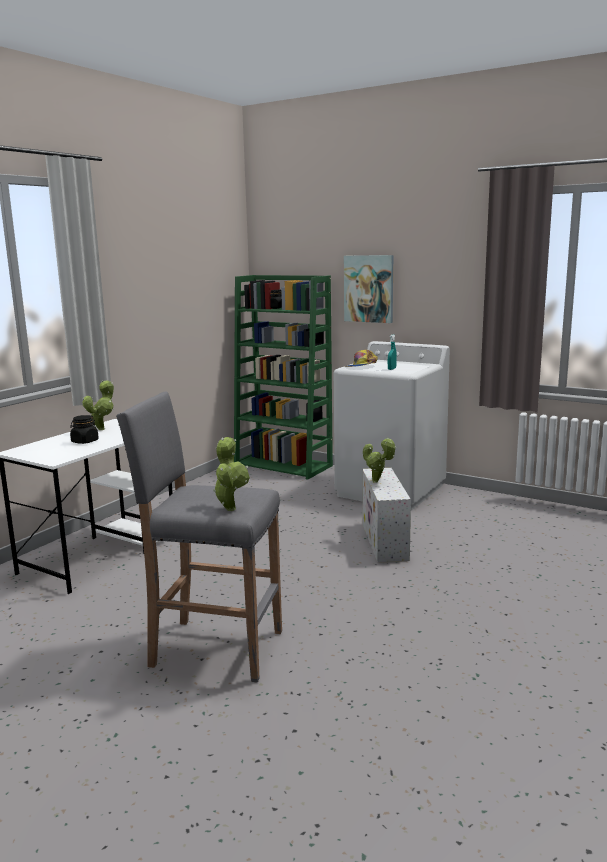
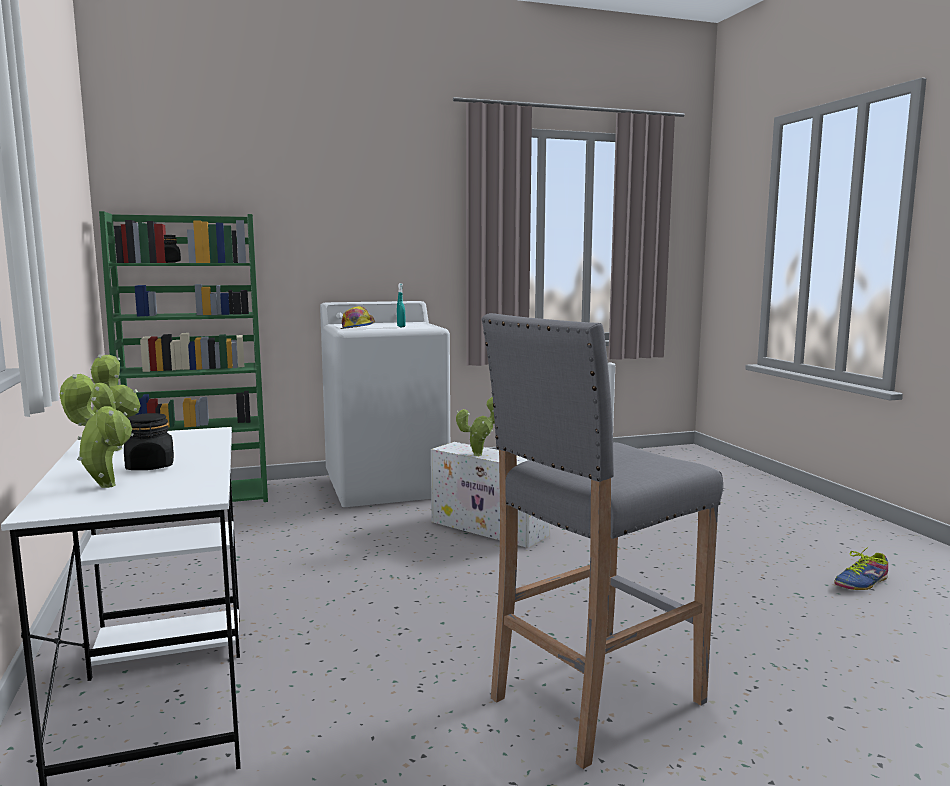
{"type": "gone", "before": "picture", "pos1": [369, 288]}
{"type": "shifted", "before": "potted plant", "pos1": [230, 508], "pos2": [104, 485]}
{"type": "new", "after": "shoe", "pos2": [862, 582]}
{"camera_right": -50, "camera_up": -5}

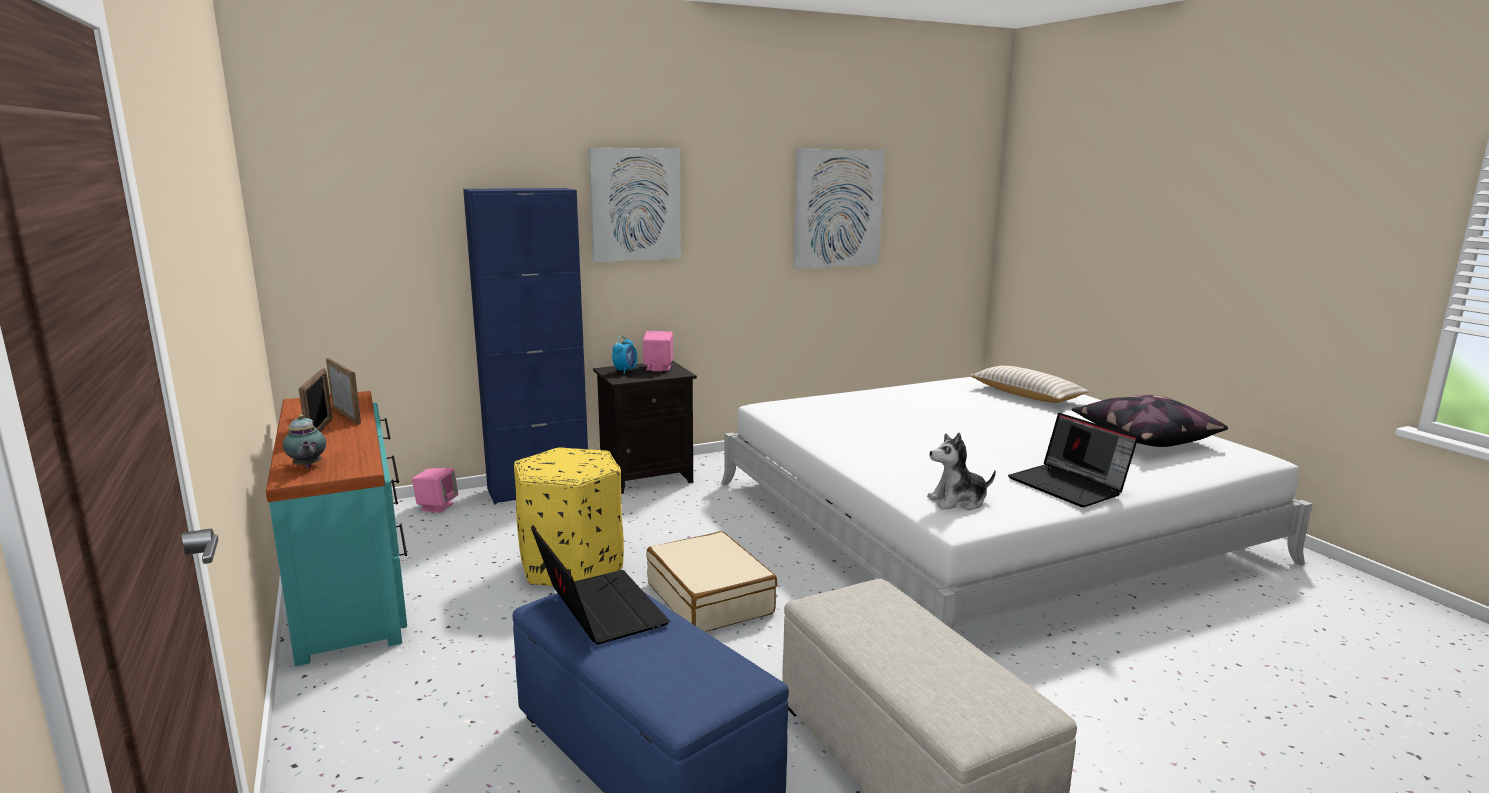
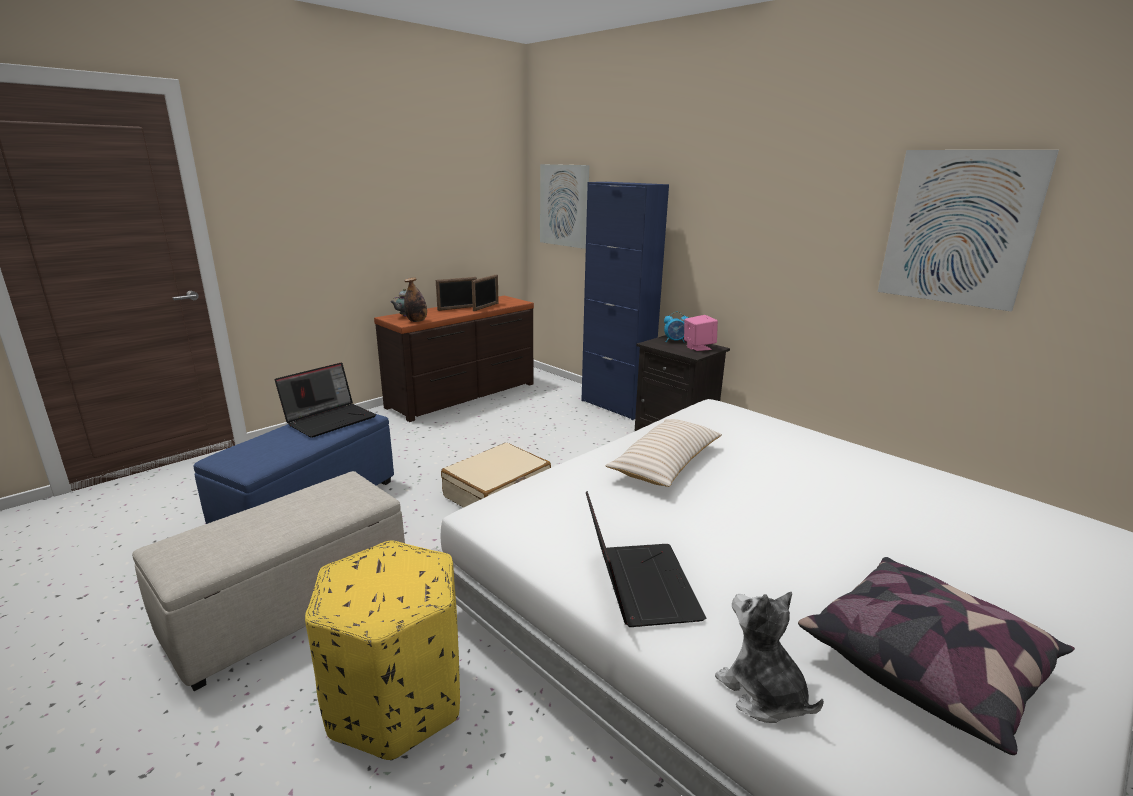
{"type": "shifted", "before": "picture", "pos1": [635, 204], "pos2": [565, 205]}
{"type": "shifted", "before": "cushion/beige", "pos1": [1026, 395], "pos2": [666, 464]}
{"type": "repainted", "before": "dresser/blue-green", "after": "dresser/brown", "pos1": [351, 582], "pos2": [464, 395]}
{"type": "rotated", "before": "laptop", "pos1": [1069, 486], "pos2": [637, 584], "turn": 135}
{"type": "shifted", "before": "plush toy", "pos1": [958, 501], "pos2": [762, 693]}
{"type": "shifted", "before": "footrest/yellow", "pos1": [572, 565], "pos2": [397, 699]}
{"type": "gone", "before": "speaker/pink", "pos1": [437, 506]}
{"type": "new", "after": "beverage bottle", "pos2": [417, 321]}
{"camera_right": 70, "camera_up": 5}

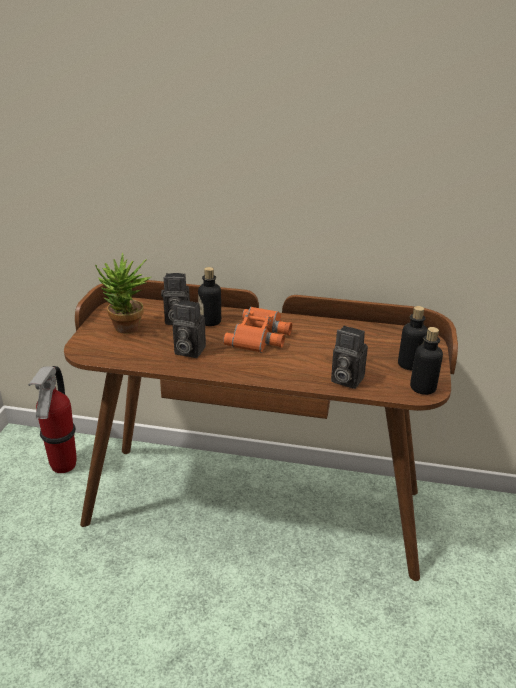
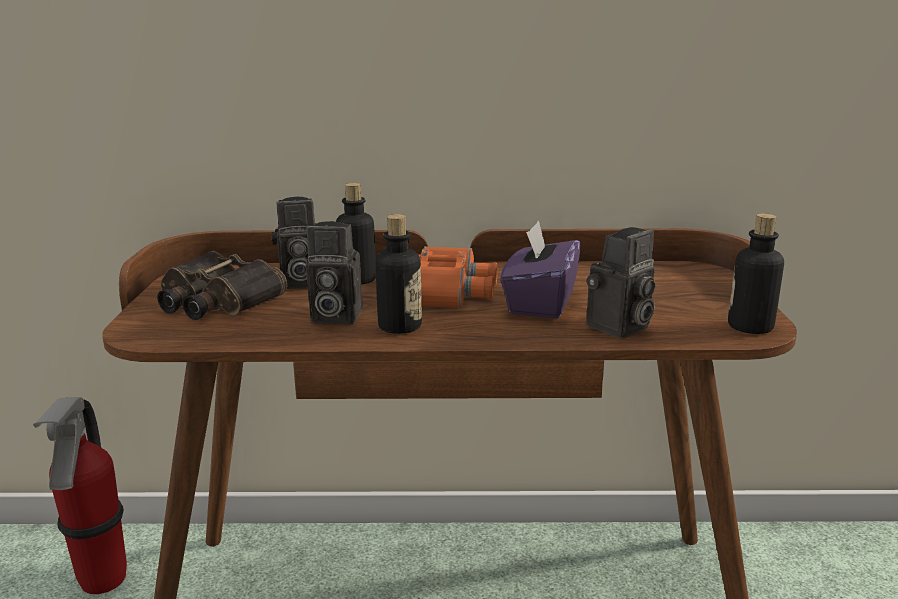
{"type": "swapped", "before": "potted plant", "after": "field glasses", "pos1": [126, 330], "pos2": [216, 301]}
{"type": "shifted", "before": "beverage bottle", "pos1": [410, 364], "pos2": [400, 326]}
{"type": "rotated", "before": "photo camera", "pos1": [345, 379], "pos2": [619, 328], "turn": -60}
{"type": "new", "after": "box of tissues/purple-coloured", "pos2": [540, 303]}
{"camera_right": -10, "camera_up": -10}

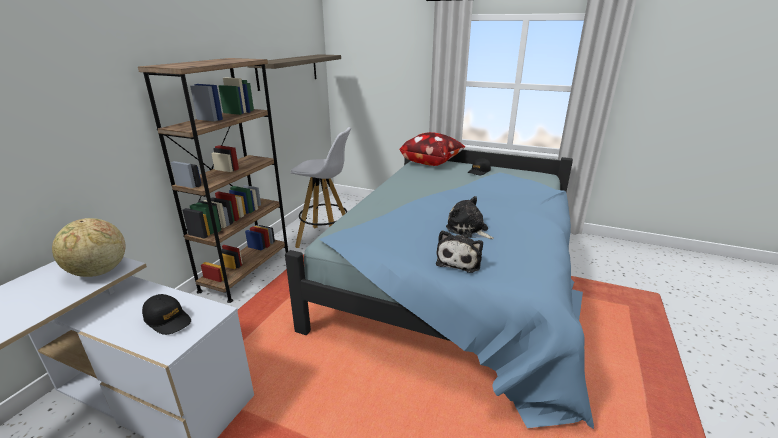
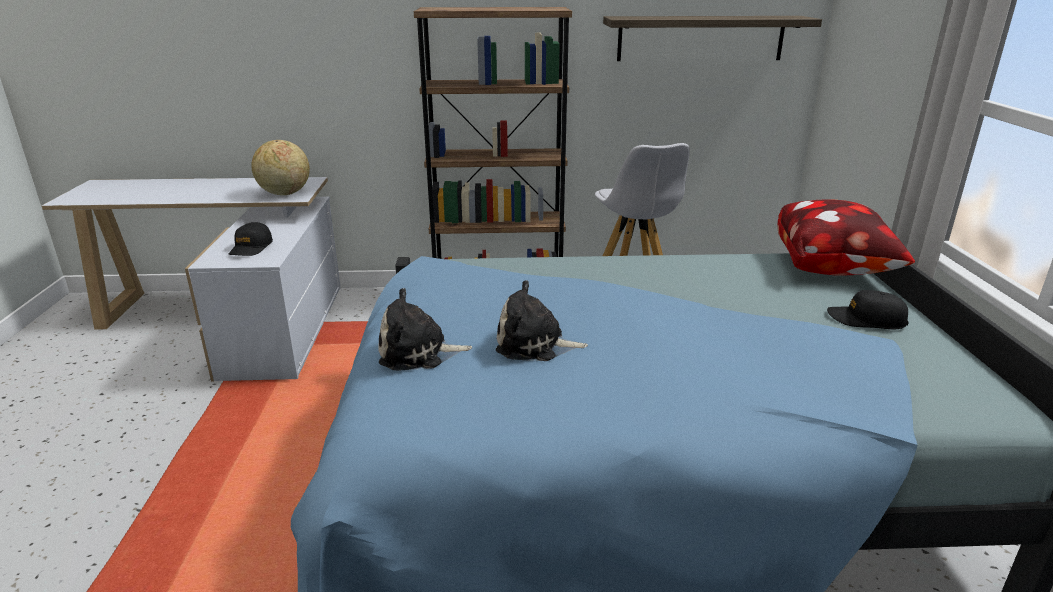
{"type": "rotated", "before": "plush toy", "pos1": [468, 230], "pos2": [535, 345], "turn": -105}
{"camera_right": 65, "camera_up": 0}

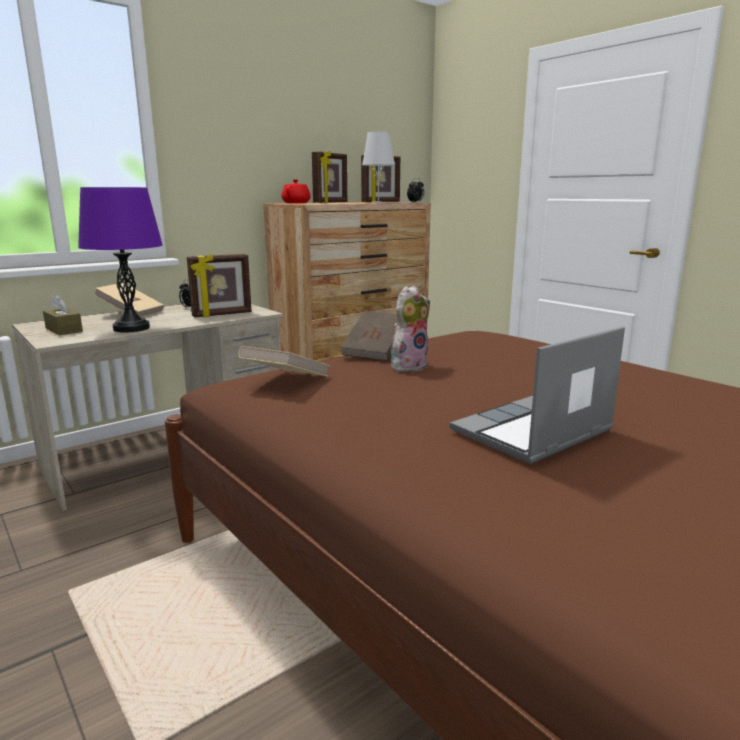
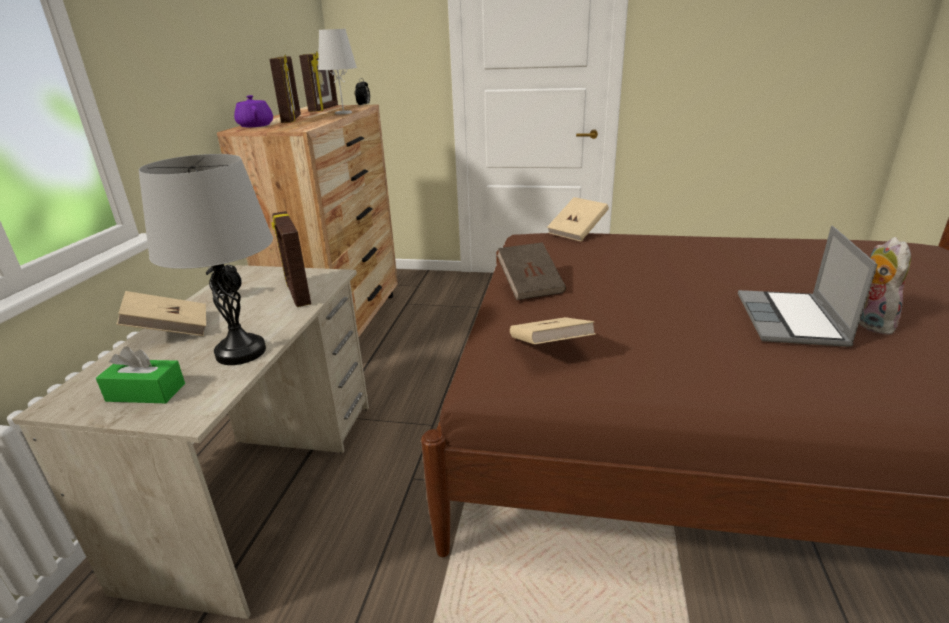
{"type": "repainted", "before": "tea pot/red", "after": "tea pot/purple-coloured", "pos1": [296, 203], "pos2": [256, 125]}
{"type": "repainted", "before": "tabletop lamp/purple-coloured", "after": "tabletop lamp/gray", "pos1": [131, 328], "pos2": [241, 352]}
{"type": "rotated", "before": "standing frame", "pos1": [222, 315], "pos2": [297, 293], "turn": 135}
{"type": "shifted", "before": "plush toy", "pos1": [408, 366], "pos2": [868, 323]}
{"type": "repainted", "before": "box of tissues/brown", "after": "box of tissues/greenish", "pos1": [64, 330], "pos2": [146, 392]}
{"type": "new", "after": "book/beige", "pos2": [577, 232]}
{"camera_right": -40, "camera_up": 10}

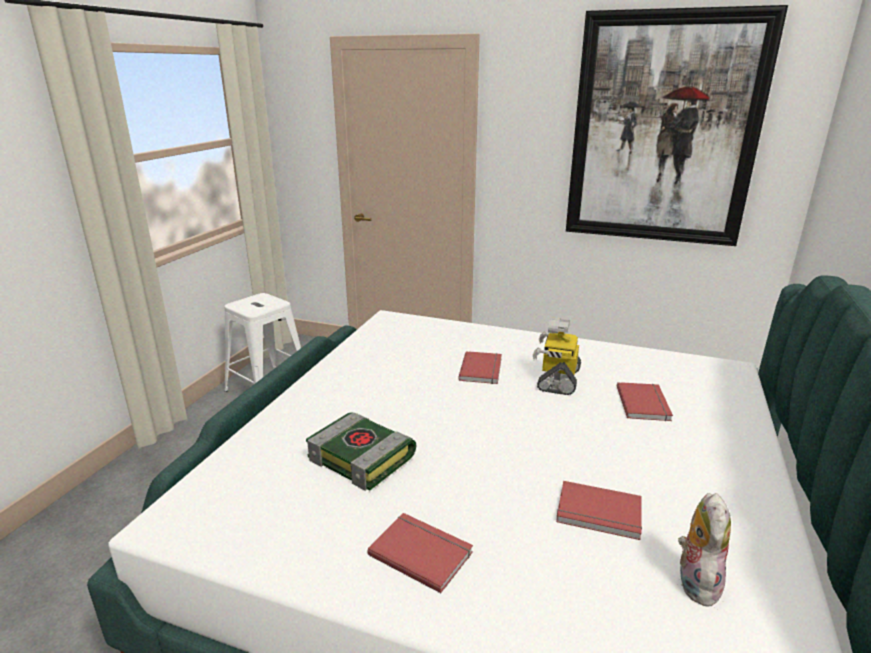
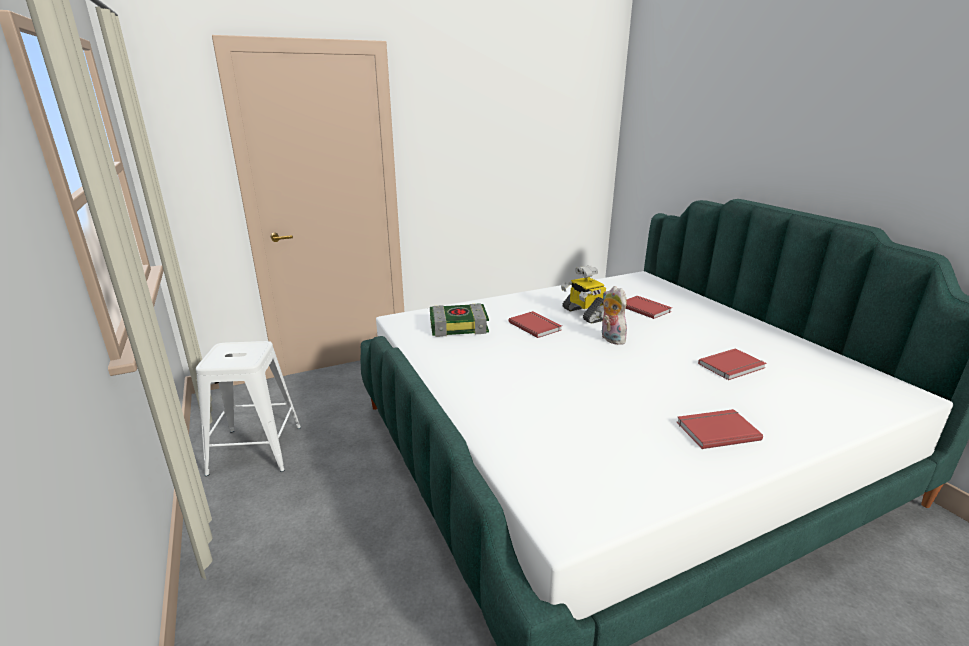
{"type": "gone", "before": "picture", "pos1": [663, 131]}
{"type": "shifted", "before": "book", "pos1": [363, 458], "pos2": [459, 326]}
{"type": "shifted", "before": "plush toy", "pos1": [695, 581], "pos2": [610, 339]}
{"camera_right": -45, "camera_up": 0}

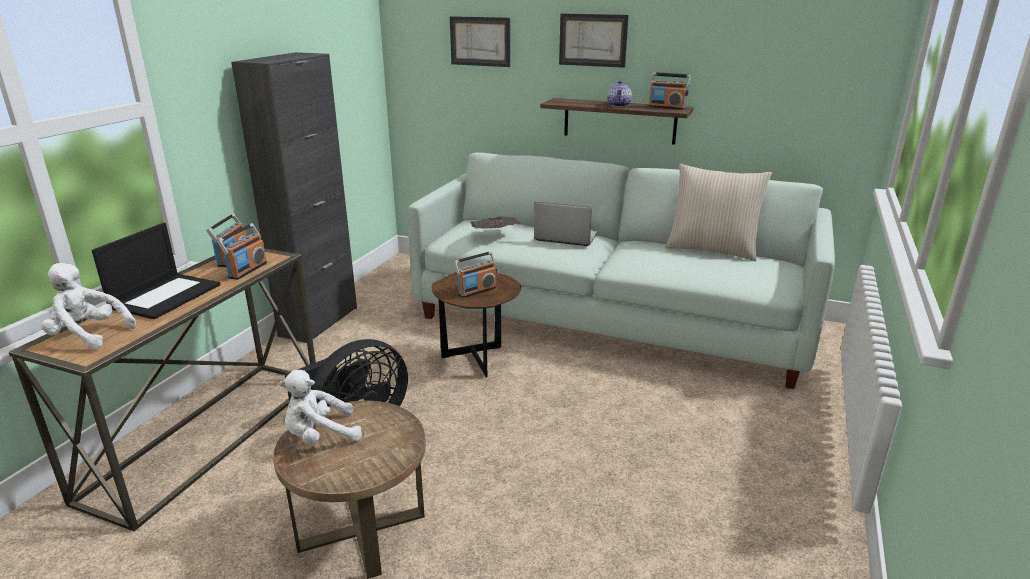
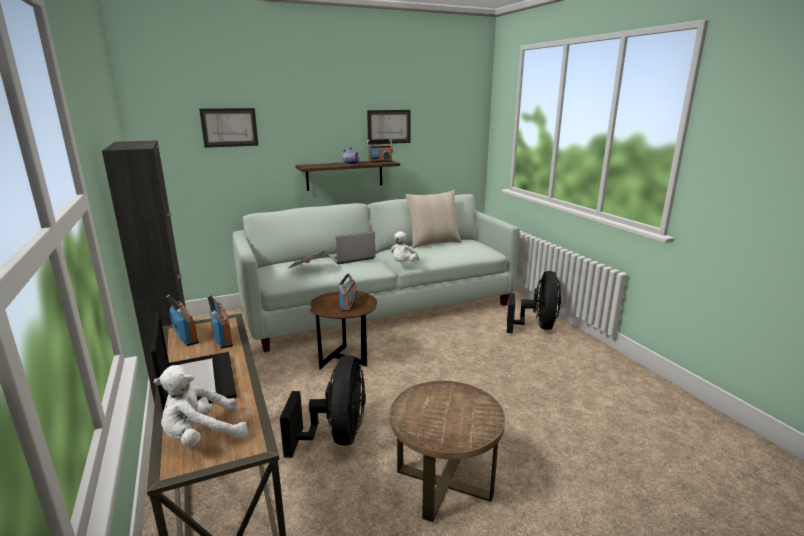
{"type": "shifted", "before": "picture", "pos1": [593, 40], "pos2": [389, 126]}
{"type": "shifted", "before": "plush toy/white-coloured", "pos1": [320, 436], "pos2": [403, 264]}
{"type": "new", "after": "electric fan/black-coloured", "pos2": [537, 326]}
{"camera_right": -45, "camera_up": -5}

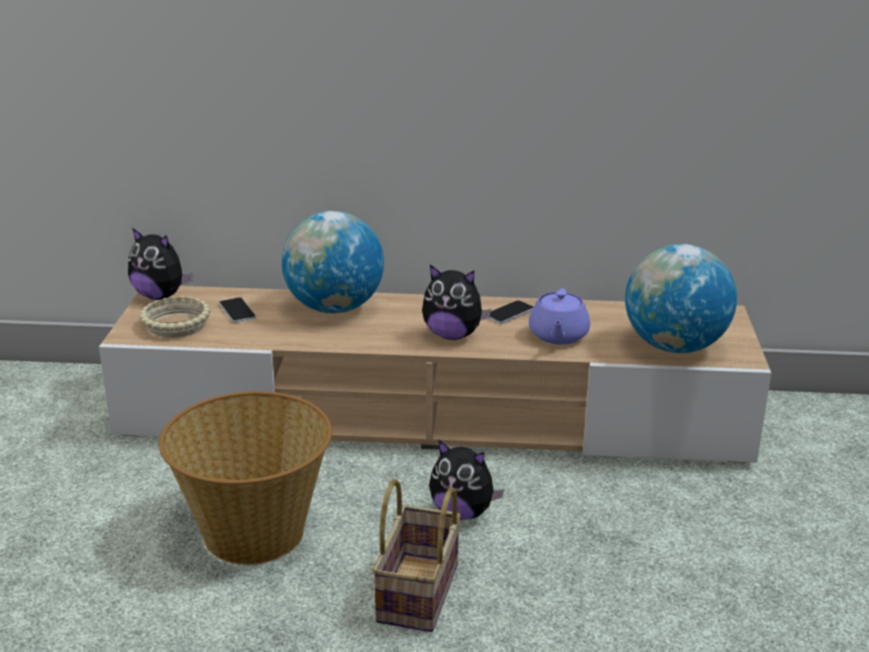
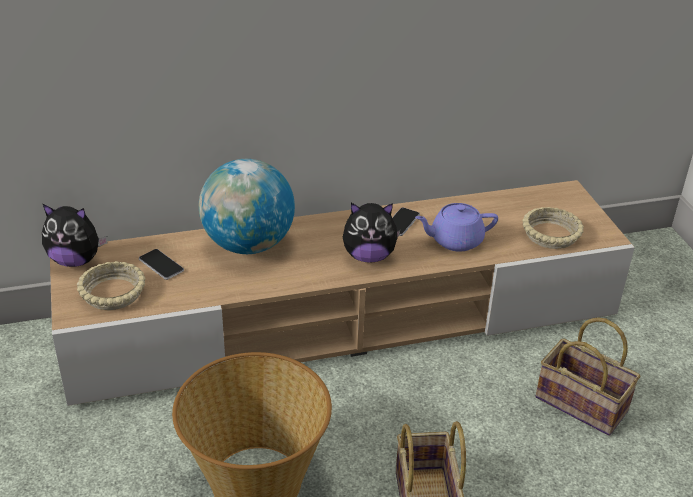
{"type": "swapped", "before": "globe", "after": "deep dish/beige", "pos1": [674, 346], "pos2": [550, 234]}
{"type": "rotated", "before": "tea pot/purple-coloured", "pos1": [558, 336], "pos2": [455, 240], "turn": 90}
{"type": "gone", "before": "plush toy", "pos1": [462, 512]}
{"type": "new", "after": "storage basket", "pos2": [584, 404]}
{"camera_right": -20, "camera_up": 10}

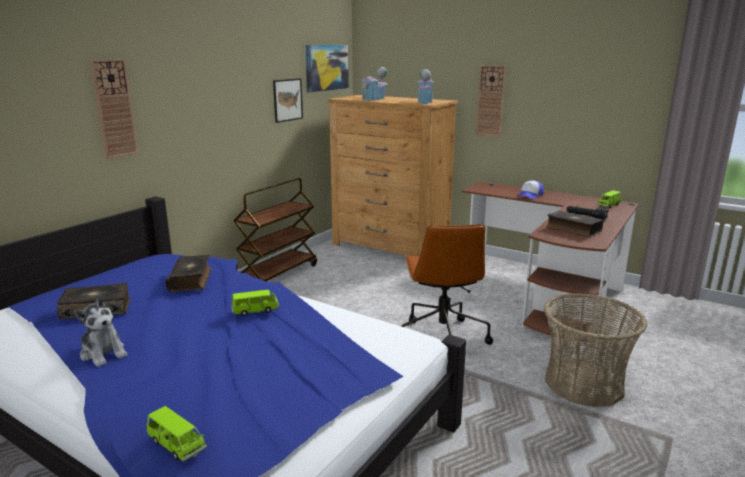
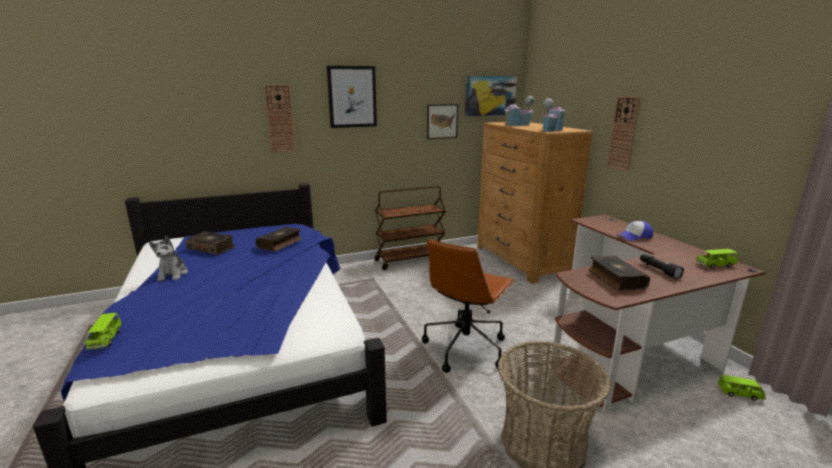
{"type": "shifted", "before": "model car/greenish", "pos1": [255, 310], "pos2": [739, 394]}
{"type": "new", "after": "picture", "pos2": [352, 97]}
{"camera_right": 35, "camera_up": 0}

